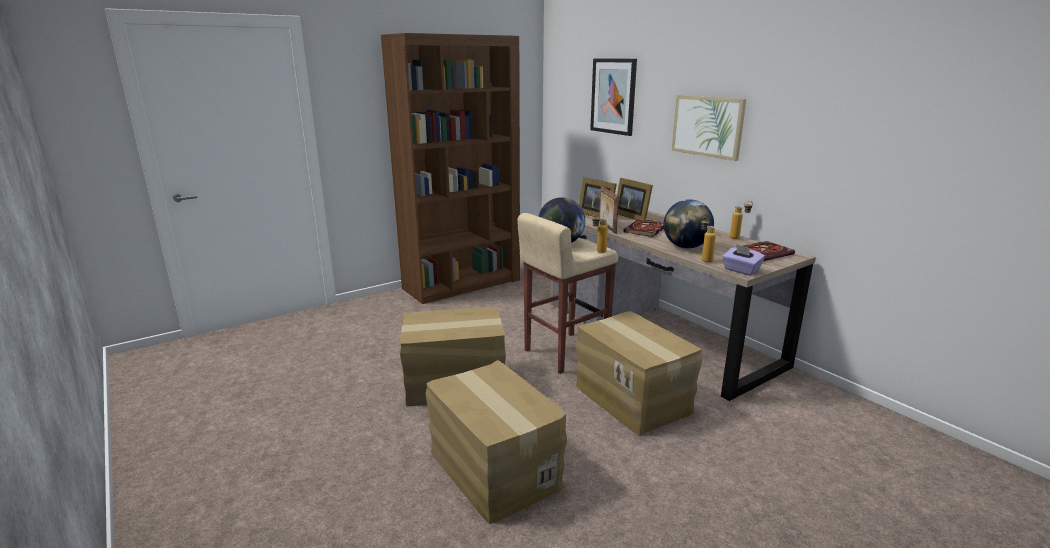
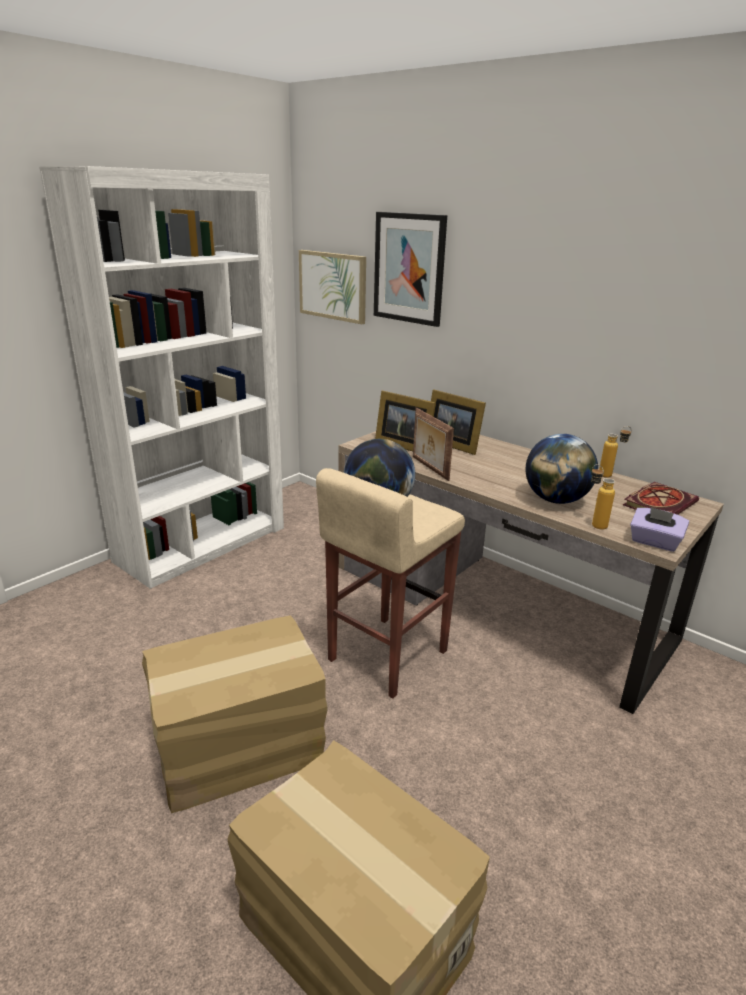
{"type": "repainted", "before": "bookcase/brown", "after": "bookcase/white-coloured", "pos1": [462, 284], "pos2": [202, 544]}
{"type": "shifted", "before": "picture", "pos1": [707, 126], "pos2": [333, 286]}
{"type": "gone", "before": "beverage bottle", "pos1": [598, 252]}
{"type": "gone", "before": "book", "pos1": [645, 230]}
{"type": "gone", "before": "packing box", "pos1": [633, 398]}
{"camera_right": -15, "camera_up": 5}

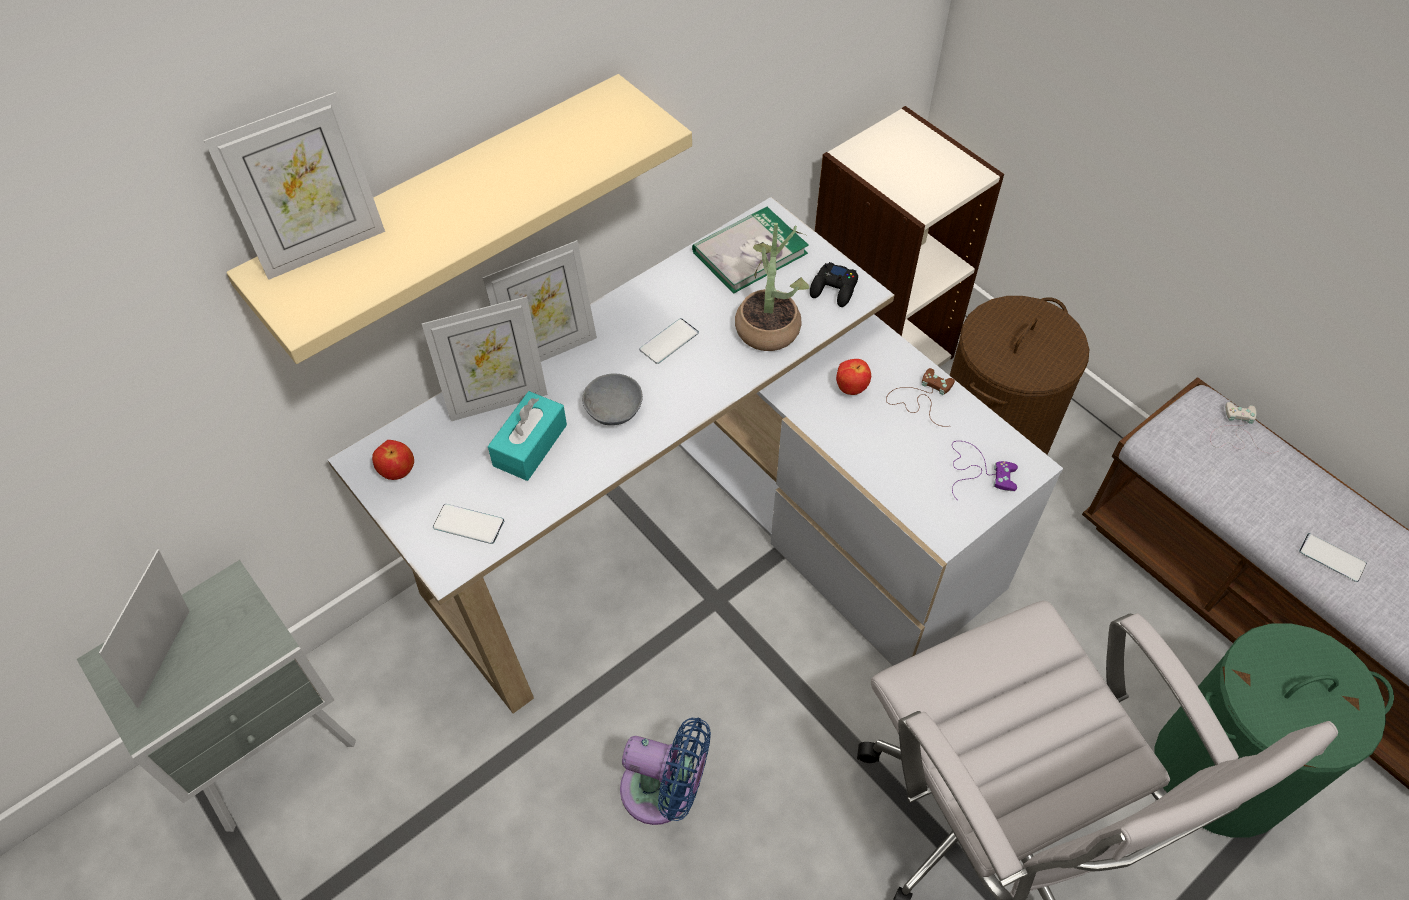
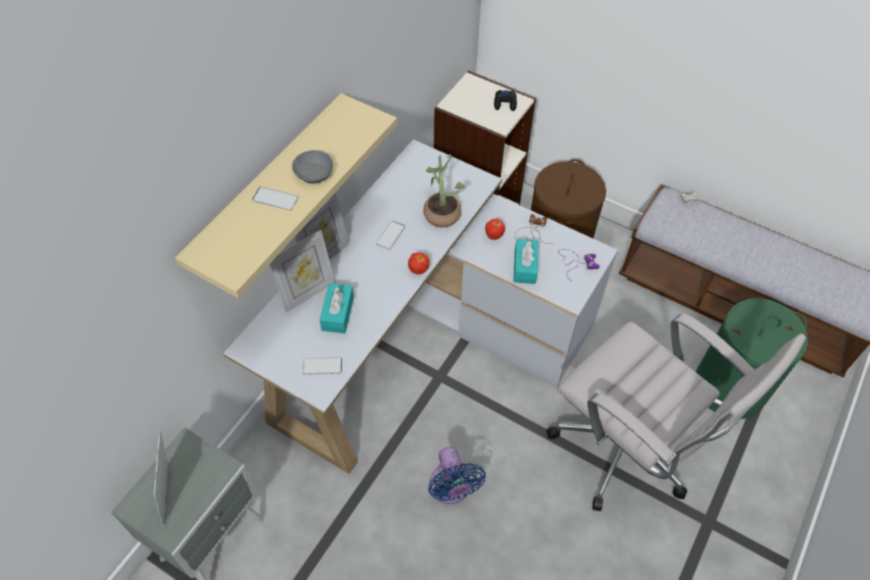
{"type": "gone", "before": "standing frame", "pos1": [322, 247]}
{"type": "gone", "before": "book", "pos1": [750, 252]}
{"type": "shifted", "before": "gamepad/black-coloured", "pos1": [834, 289], "pos2": [505, 103]}
{"type": "shifted", "before": "deep dish/gray", "pos1": [615, 410], "pos2": [315, 174]}
{"type": "shifted", "before": "apple", "pos1": [398, 472], "pos2": [418, 270]}
{"type": "shifted", "before": "phone", "pos1": [1332, 558], "pos2": [275, 199]}
{"type": "rotated", "before": "electric fan/bluish", "pos1": [664, 791], "pos2": [451, 489], "turn": 75}
{"type": "new", "after": "box of tissues/blue-green", "pos2": [525, 266]}
{"camera_right": -20, "camera_up": 0}

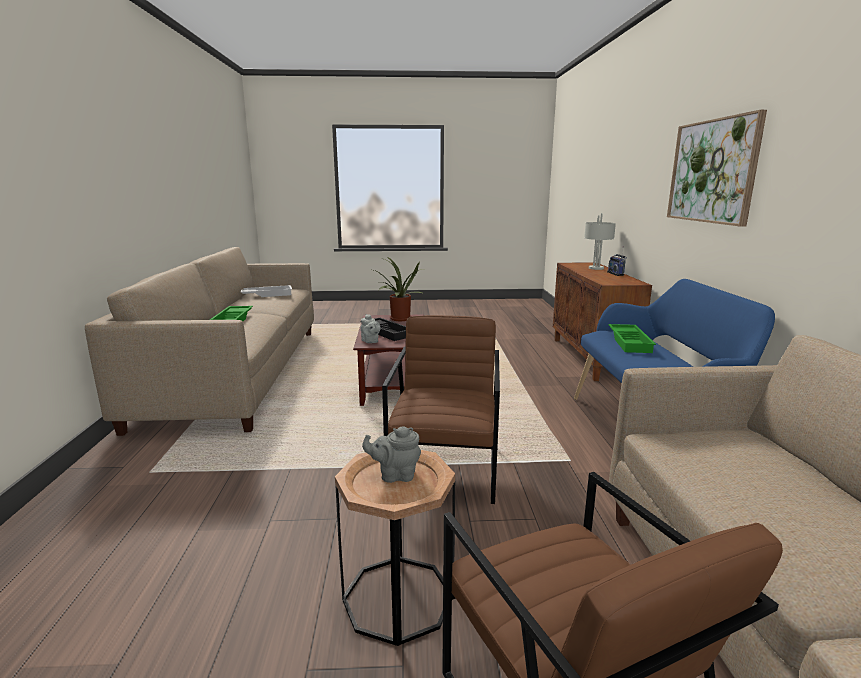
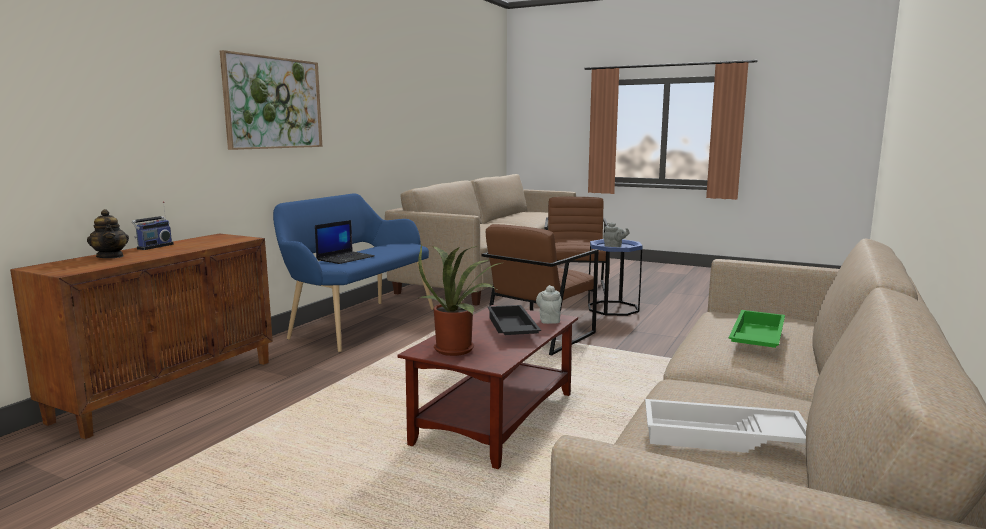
{"type": "swapped", "before": "tabletop lamp/gray", "after": "tea pot", "pos1": [596, 268], "pos2": [110, 256]}
{"type": "swapped", "before": "tray/greenish", "after": "laptop", "pos1": [630, 342], "pos2": [345, 258]}
{"type": "repainted", "before": "end table/brown", "after": "end table/bluish", "pos1": [398, 598], "pos2": [613, 308]}
{"camera_right": -150, "camera_up": -5}

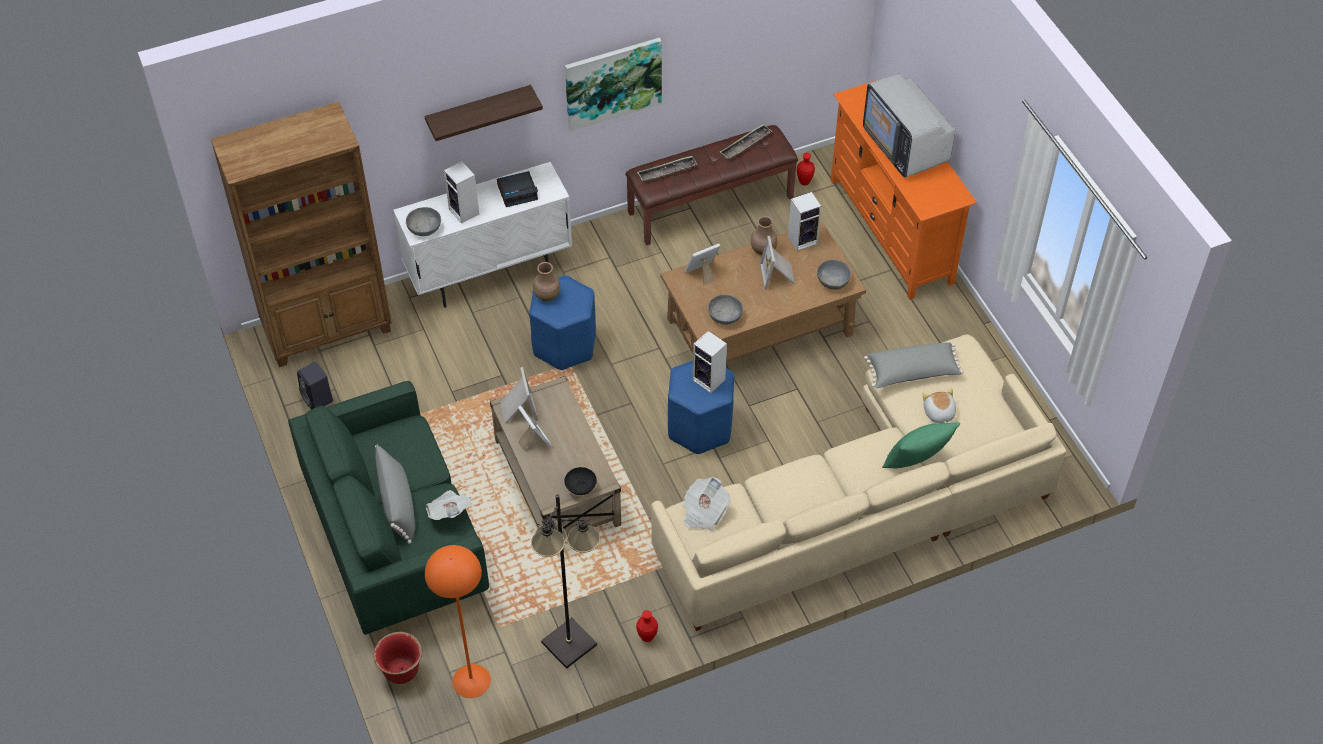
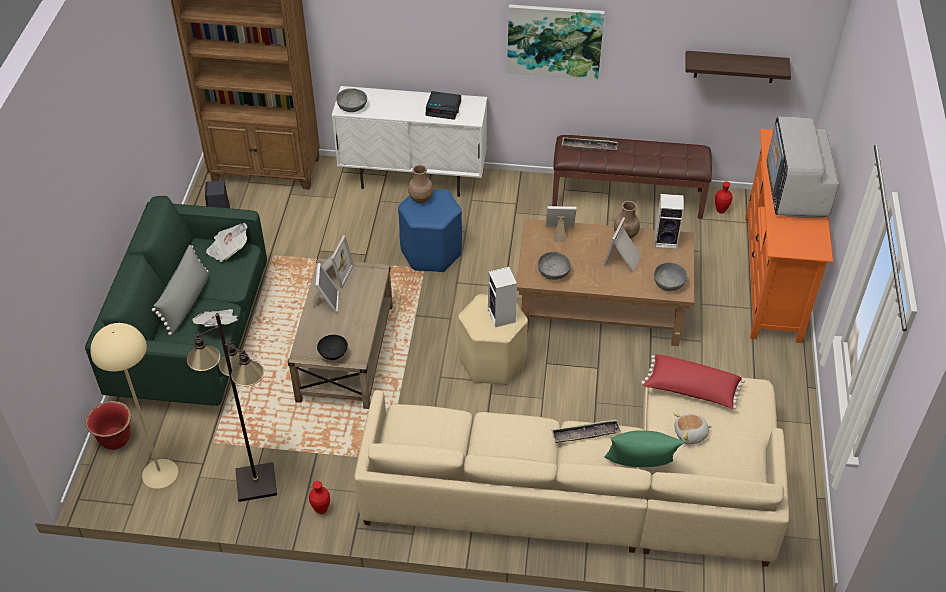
{"type": "shifted", "before": "bracket shelf", "pos1": [479, 112], "pos2": [735, 66]}
{"type": "shifted", "before": "tray", "pos1": [745, 145], "pos2": [585, 434]}
{"type": "gone", "before": "speaker", "pos1": [465, 212]}
{"type": "repainted", "before": "cushion/gray", "after": "cushion/red", "pos1": [912, 373], "pos2": [691, 390]}
{"type": "repainted", "before": "stool/bluish", "after": "stool/beige", "pos1": [700, 427], "pos2": [492, 362]}
{"type": "rotated", "before": "plush toy", "pos1": [938, 413], "pos2": [690, 434], "turn": -120}
{"type": "shifted", "before": "newspaper", "pos1": [704, 512], "pos2": [228, 249]}
{"type": "repainted", "before": "floor lamp/orange-coloured", "after": "floor lamp/beige", "pos1": [472, 680], "pos2": [160, 473]}
{"camera_right": 30, "camera_up": -5}

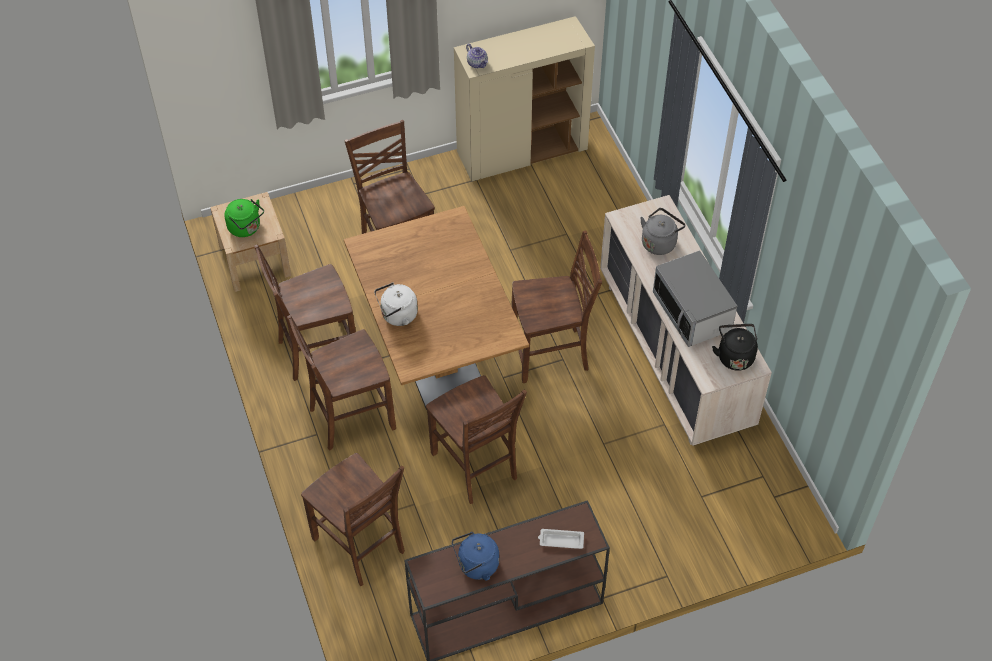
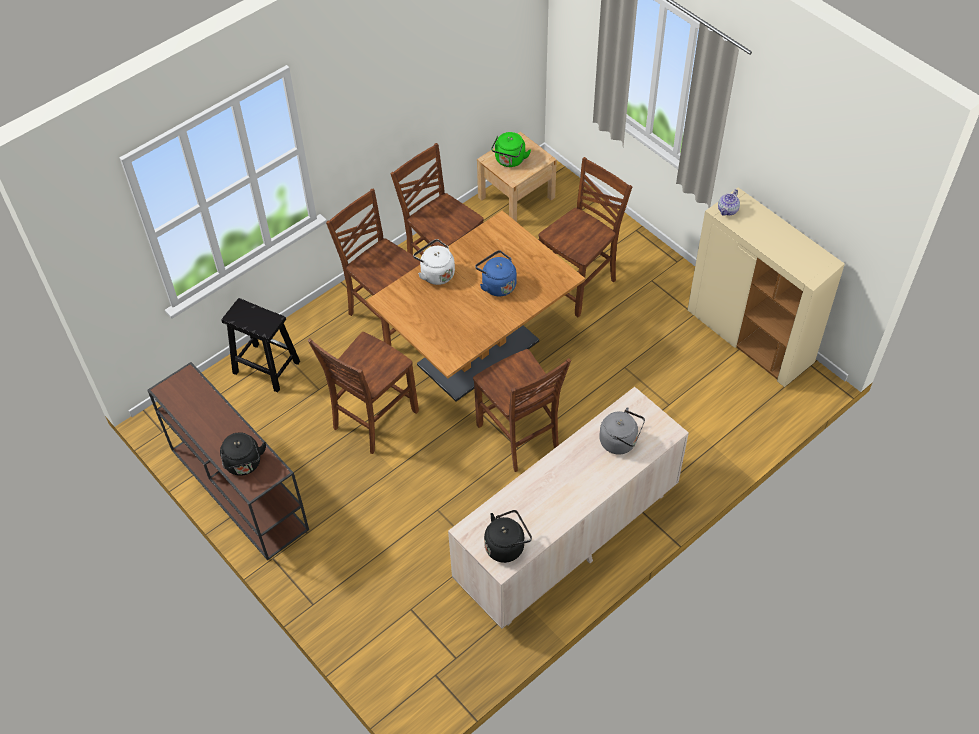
{"type": "gone", "before": "kitchen microwave", "pos1": [692, 312]}
{"type": "swapped", "before": "upright chair/brown", "after": "stool/black-coloured", "pos1": [360, 546], "pos2": [265, 367]}
{"type": "swapped", "before": "tray/white-coloured", "after": "tea kettle/black-coloured", "pos1": [560, 540], "pos2": [244, 464]}
{"type": "shifted", "before": "tea kettle/bluish", "pos1": [476, 566], "pos2": [497, 285]}
{"camera_right": 70, "camera_up": 0}

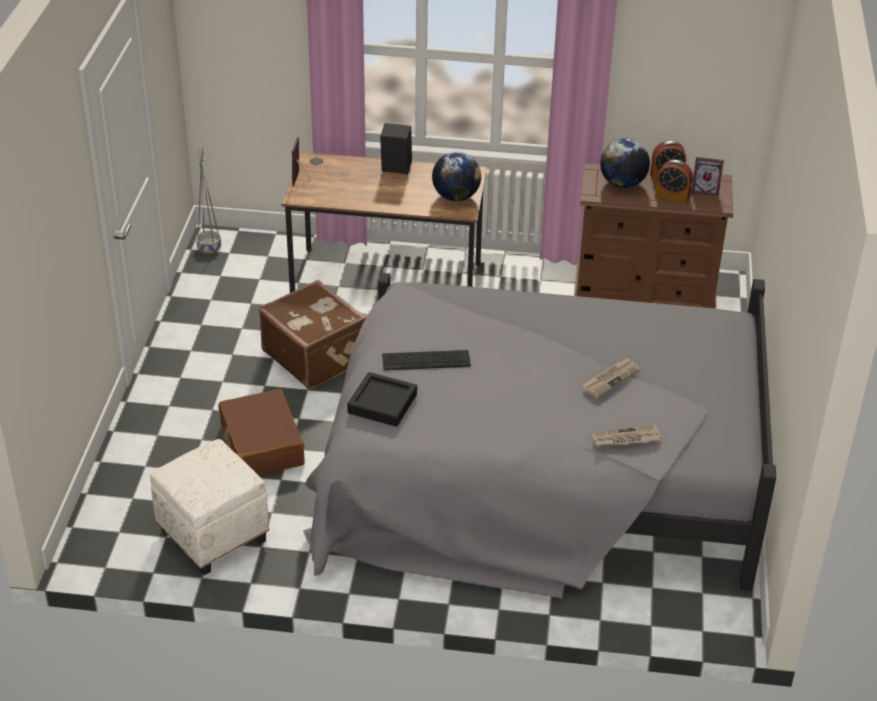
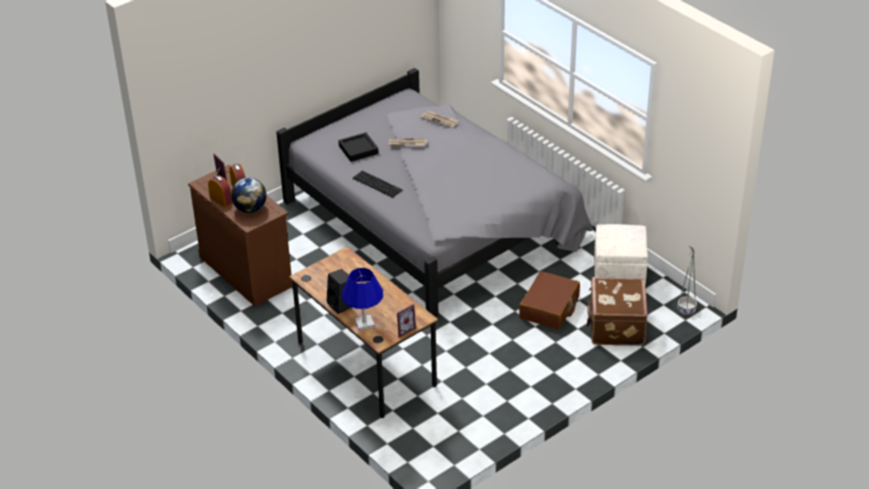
{"type": "shifted", "before": "plant pot/gray", "pos1": [209, 247], "pos2": [686, 310]}
{"type": "gone", "before": "globe", "pos1": [456, 197]}
{"type": "shifted", "before": "piece of luggage/brown", "pos1": [315, 356], "pos2": [615, 327]}
{"type": "shifted", "before": "keyboard", "pos1": [426, 360], "pos2": [377, 184]}
{"type": "shifted", "before": "tray/black-coloured", "pos1": [382, 404], "pos2": [358, 150]}
{"type": "new", "after": "tabletop lamp/bluish", "pos2": [364, 323]}
{"camera_right": -135, "camera_up": 0}

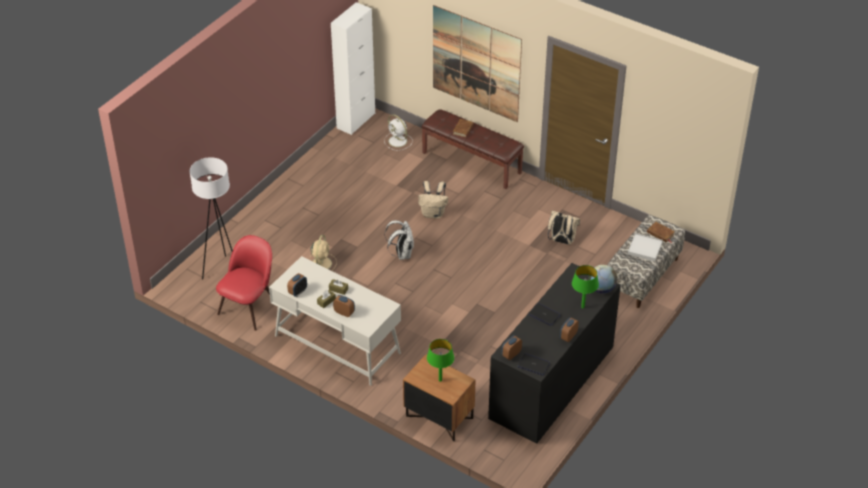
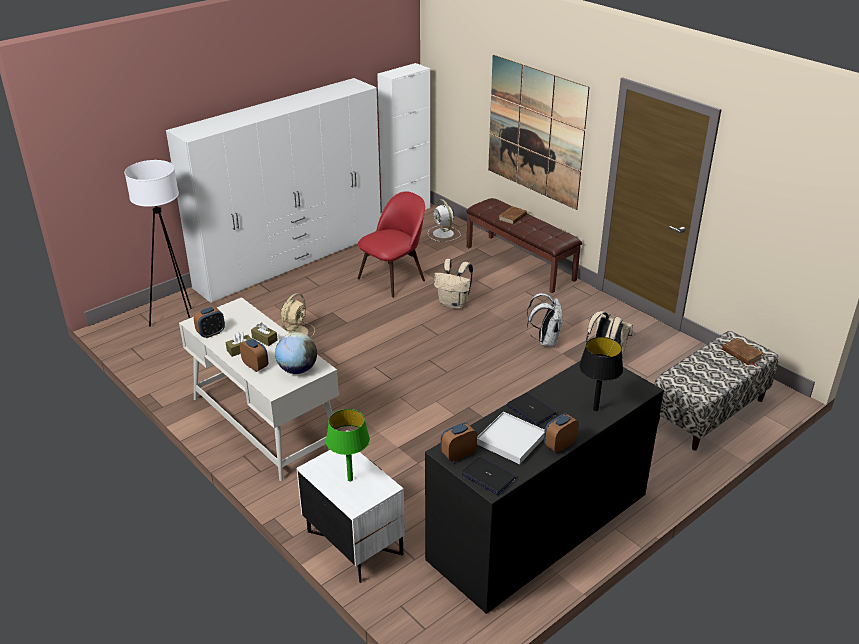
{"type": "shifted", "before": "knapsack/white-coloured", "pos1": [401, 254], "pos2": [545, 341]}
{"type": "shifted", "before": "tray/white-coloured", "pos1": [644, 248], "pos2": [510, 440]}
{"type": "shifted", "before": "upright chair/red", "pos1": [249, 307], "pos2": [393, 278]}
{"type": "repainted", "before": "tabletop lamp/greenish", "after": "tabletop lamp/black-coloured", "pos1": [582, 307], "pos2": [595, 409]}
{"type": "shifted", "before": "globe", "pos1": [601, 289], "pos2": [297, 369]}
{"type": "repainted", "before": "nightstand/brown", "after": "nightstand/white-coloured", "pos1": [438, 417], "pos2": [353, 543]}
{"type": "new", "after": "wardrobe/white-coloured", "pos2": [291, 260]}
{"camera_right": 15, "camera_up": -10}

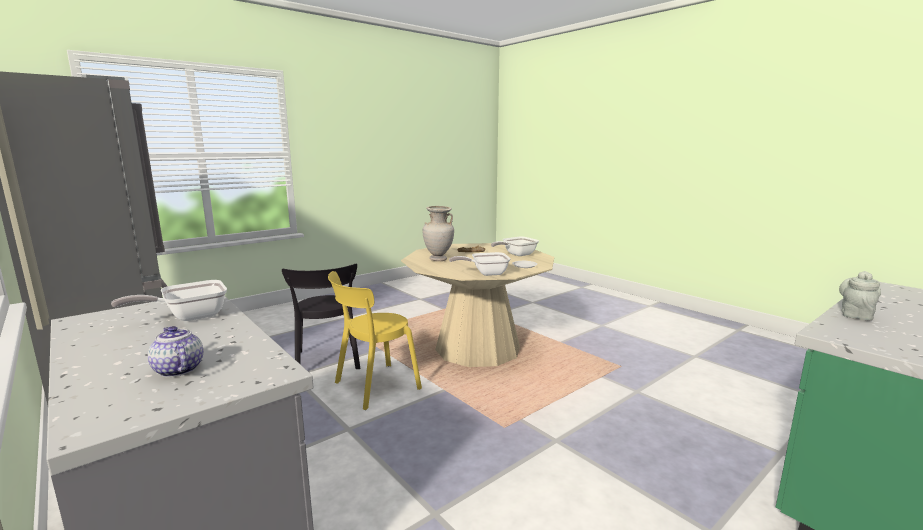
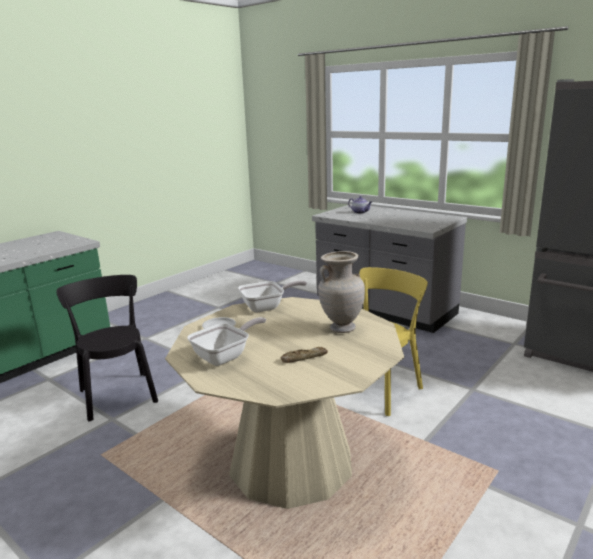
{"type": "shifted", "before": "upright chair/black-coloured", "pos1": [327, 362], "pos2": [118, 394]}
{"type": "gone", "before": "tea pot/gray", "pos1": [855, 314]}
{"type": "gone", "before": "pan", "pos1": [189, 316]}
{"camera_right": 170, "camera_up": 5}

